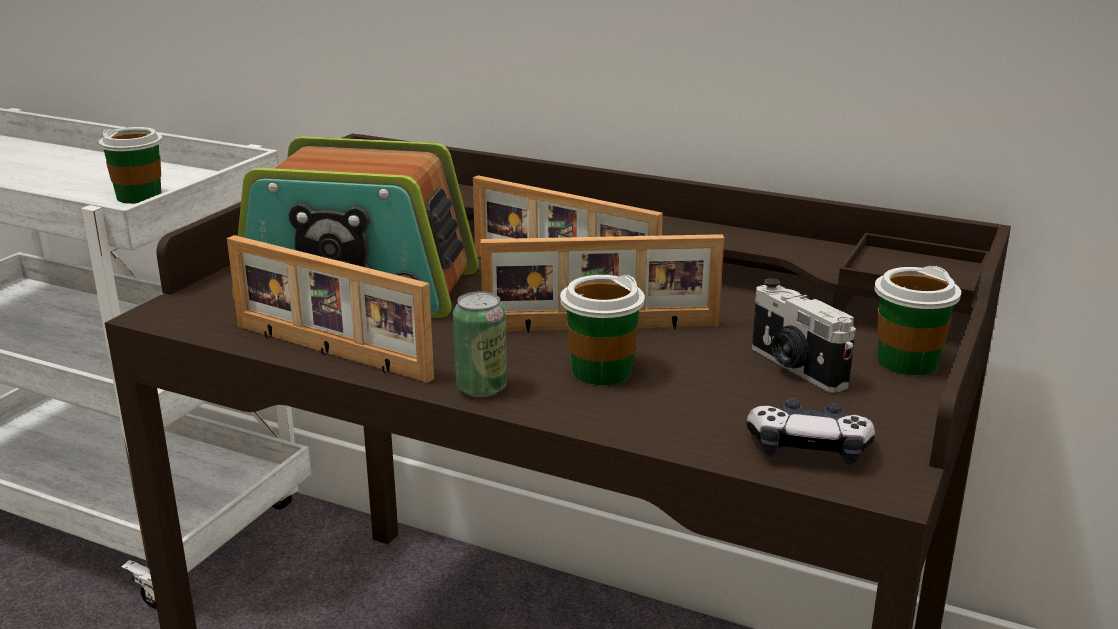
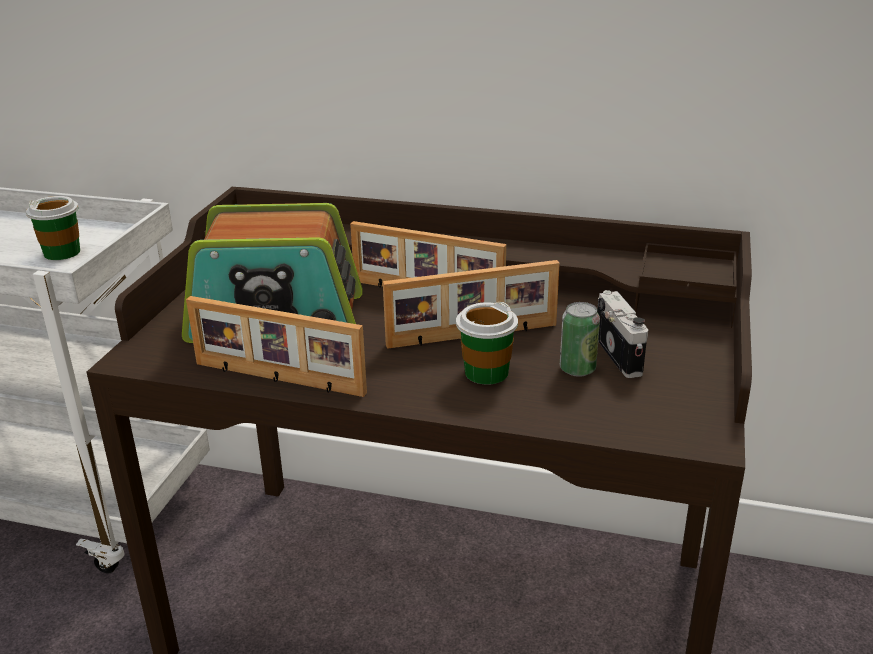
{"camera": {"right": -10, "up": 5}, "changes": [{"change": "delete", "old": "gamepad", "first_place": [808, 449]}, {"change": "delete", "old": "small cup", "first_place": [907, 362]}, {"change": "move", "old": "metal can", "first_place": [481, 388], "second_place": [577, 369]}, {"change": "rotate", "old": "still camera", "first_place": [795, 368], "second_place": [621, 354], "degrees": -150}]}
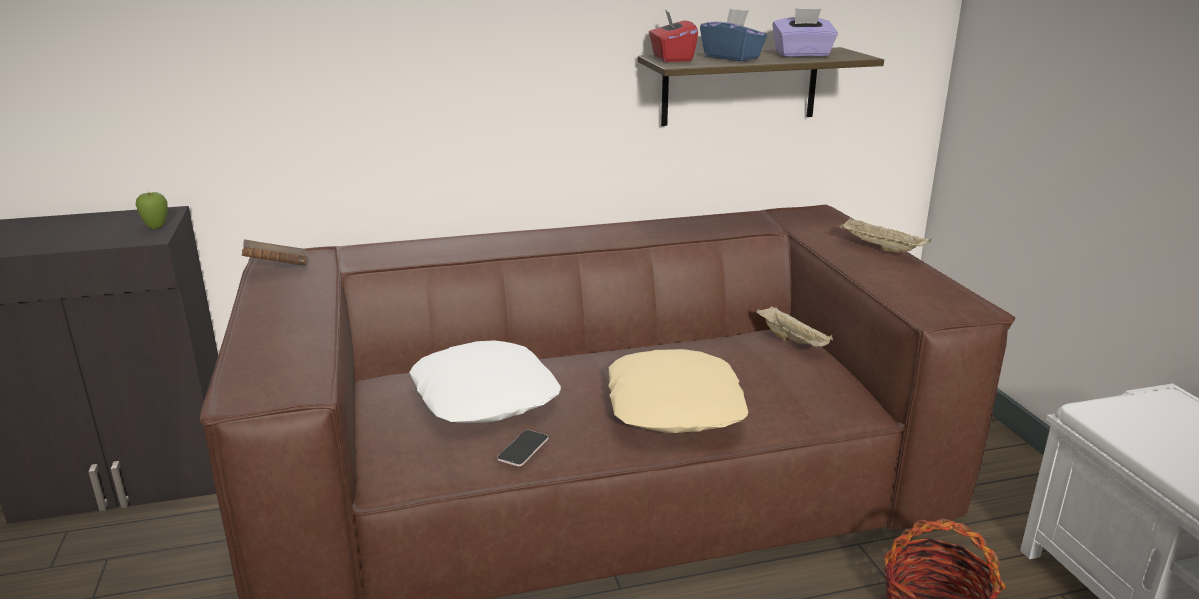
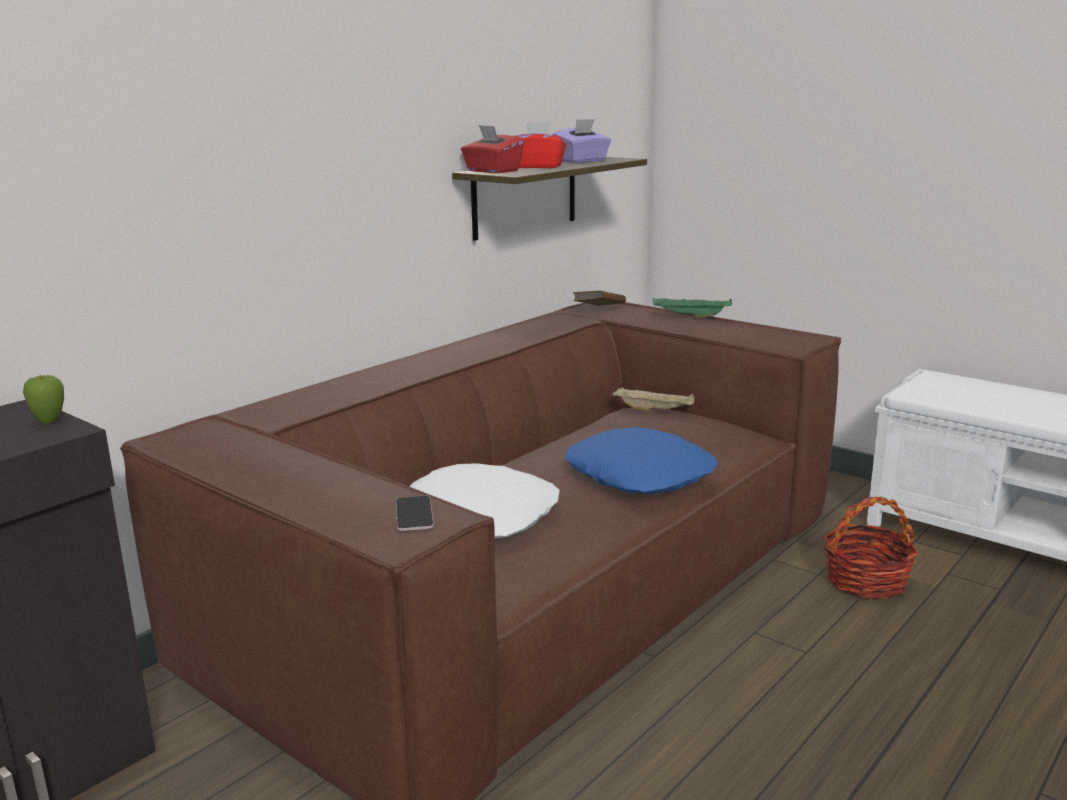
{"camera": {"right": -35, "up": -5}, "changes": [{"change": "move", "old": "brownish volume", "first_place": [277, 268], "second_place": [599, 311]}, {"change": "move", "old": "phone", "first_place": [523, 449], "second_place": [414, 514]}, {"change": "recolor", "old": "beige cushion", "new": "bluish cushion", "first_place": [676, 405], "second_place": [640, 475]}, {"change": "recolor", "old": "bluish tissue box", "new": "red tissue box", "first_place": [732, 57], "second_place": [537, 167]}, {"change": "recolor", "old": "beige tray", "new": "green-coloured tray", "first_place": [880, 248], "second_place": [690, 317]}]}
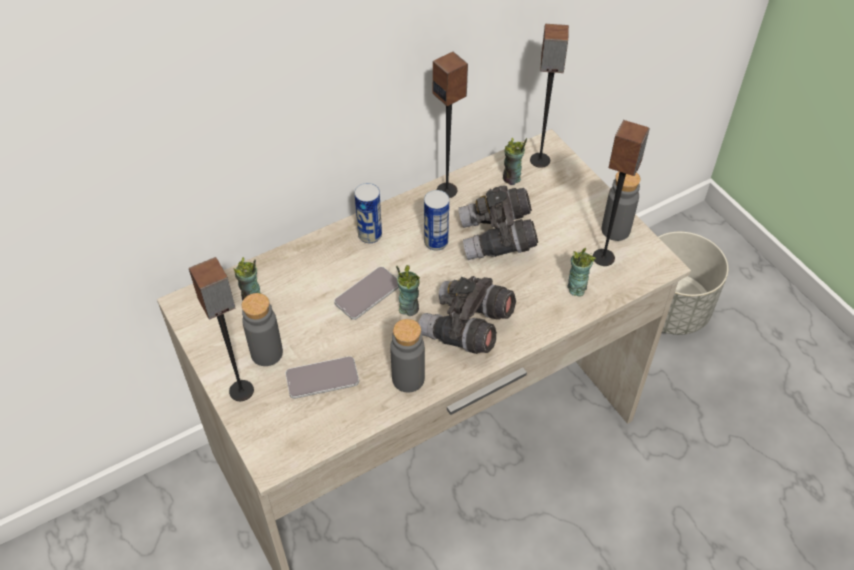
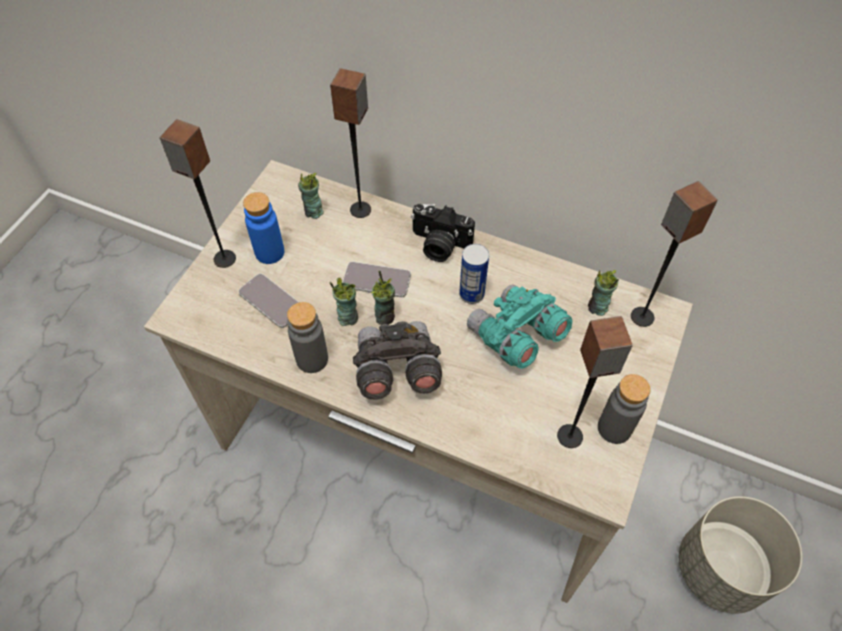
{"camera": {"right": 55, "up": 5}, "changes": [{"change": "move", "old": "audio speaker", "first_place": [447, 190], "second_place": [361, 210]}, {"change": "move", "old": "small cup", "first_place": [576, 288], "second_place": [347, 317]}, {"change": "replace", "old": "metal can", "new": "still camera", "first_place": [370, 235], "second_place": [439, 245]}, {"change": "recolor", "old": "gray beverage bottle", "new": "bluish beverage bottle", "first_place": [267, 353], "second_place": [269, 252]}, {"change": "recolor", "old": "gray pair of binoculars", "new": "turquoise pair of binoculars", "first_place": [497, 238], "second_place": [515, 337]}]}
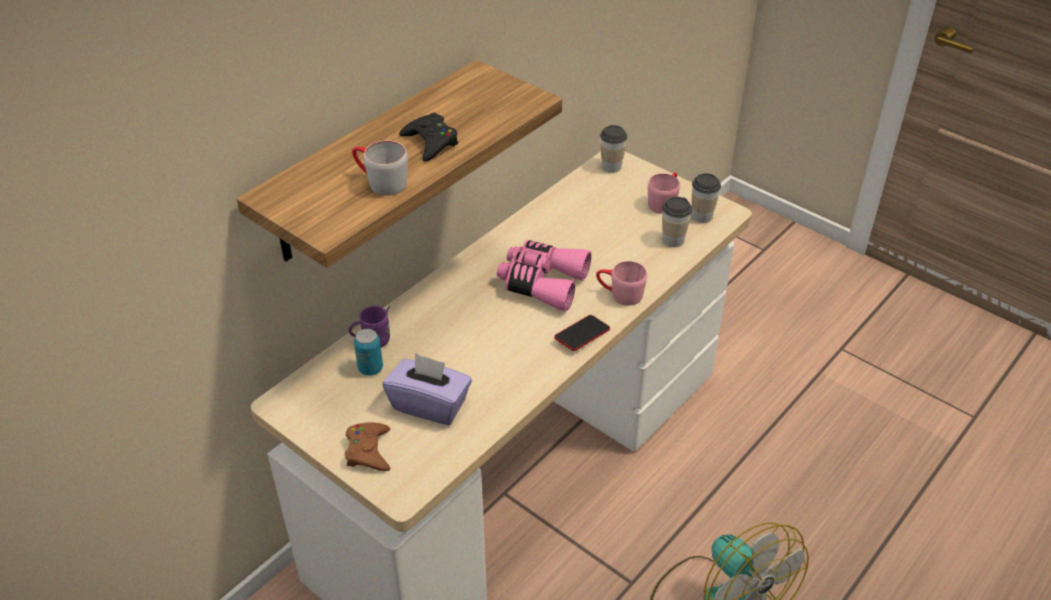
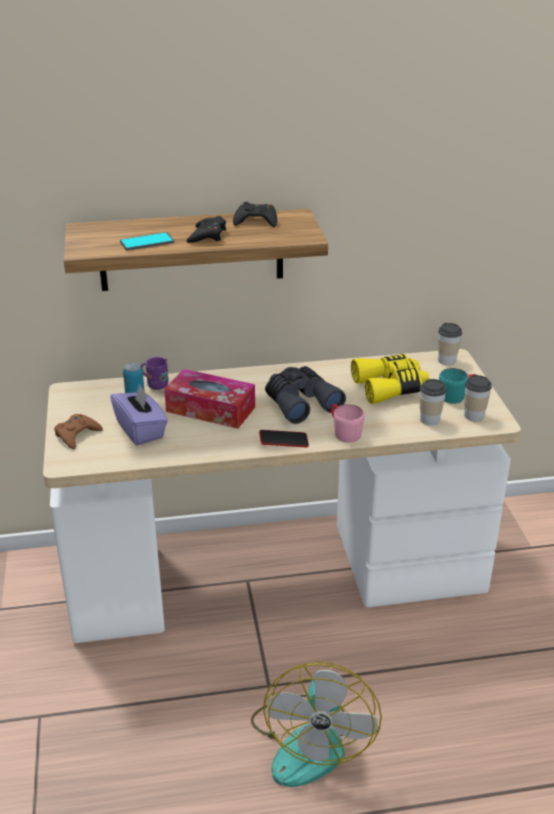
{"camera": {"right": 40, "up": -10}, "changes": [{"change": "insert", "new": "tissue box", "second_place": [210, 409]}, {"change": "insert", "new": "black gamepad", "second_place": [256, 221]}, {"change": "insert", "new": "yellowish pair of binoculars", "second_place": [390, 387]}, {"change": "replace", "old": "gray coffee mug", "new": "phone", "first_place": [380, 182], "second_place": [147, 242]}, {"change": "recolor", "old": "pink pair of binoculars", "new": "gray pair of binoculars", "first_place": [542, 282], "second_place": [300, 402]}, {"change": "recolor", "old": "pink coffee mug", "new": "turquoise coffee mug", "first_place": [664, 201], "second_place": [457, 395]}]}
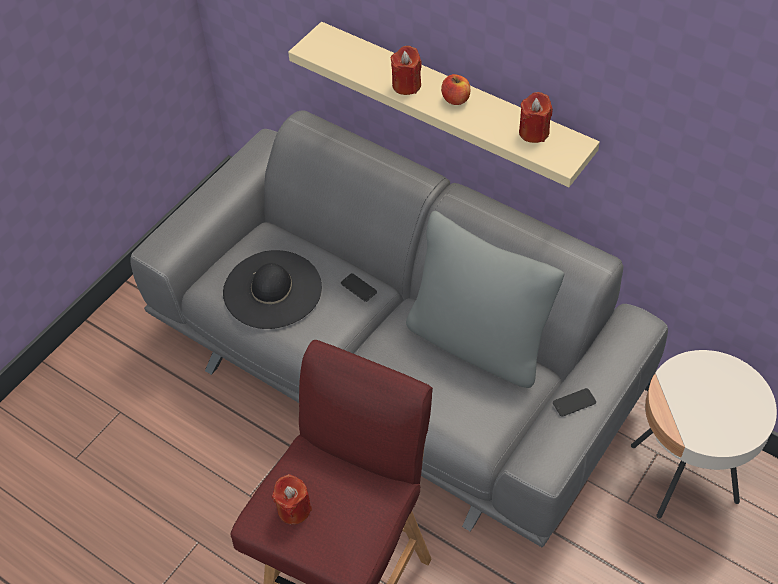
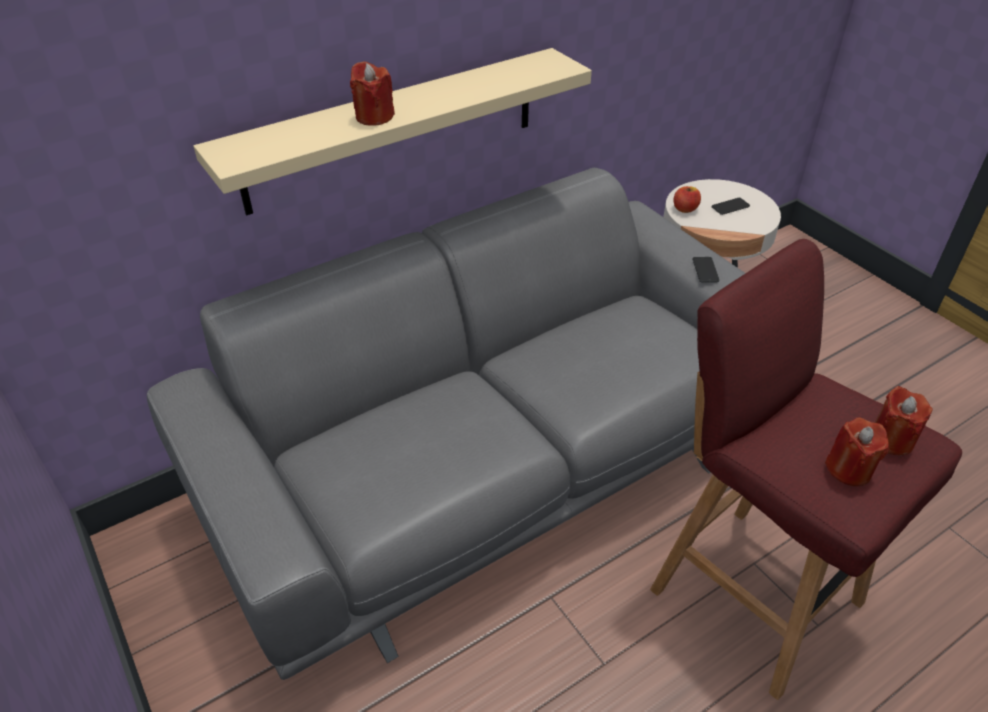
{"camera": {"right": -70, "up": -10}, "changes": [{"change": "delete", "old": "black hat", "first_place": [272, 289]}, {"change": "delete", "old": "gray cushion", "first_place": [478, 342]}, {"change": "move", "old": "phone", "first_place": [358, 288], "second_place": [730, 207]}, {"change": "move", "old": "apple fruit", "first_place": [455, 99], "second_place": [685, 209]}, {"change": "move", "old": "red wax light", "first_place": [534, 132], "second_place": [891, 439]}]}
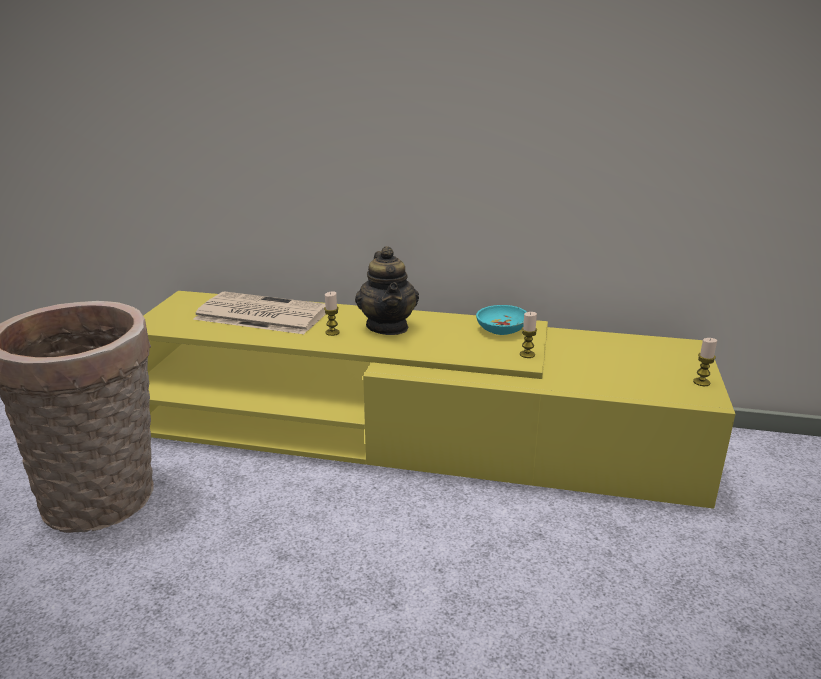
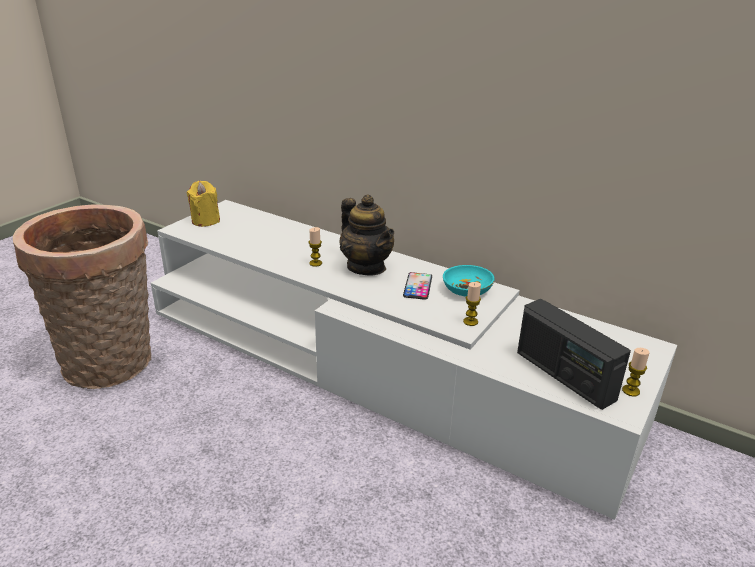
{"camera": {"right": 20, "up": 5}, "changes": [{"change": "delete", "old": "newspaper", "first_place": [260, 314]}, {"change": "insert", "new": "yellowish wax light", "second_place": [205, 220]}, {"change": "insert", "new": "phone", "second_place": [418, 286]}, {"change": "insert", "new": "radio receiver", "second_place": [564, 376]}, {"change": "recolor", "old": "yellowish tv unit", "new": "white tv unit", "first_place": [410, 433], "second_place": [375, 366]}, {"change": "rotate", "old": "pot for tea", "first_place": [388, 327], "second_place": [366, 267], "degrees": -45}]}
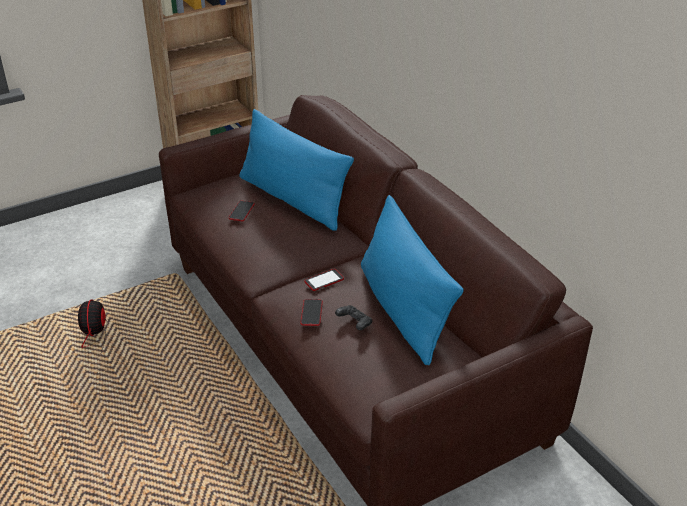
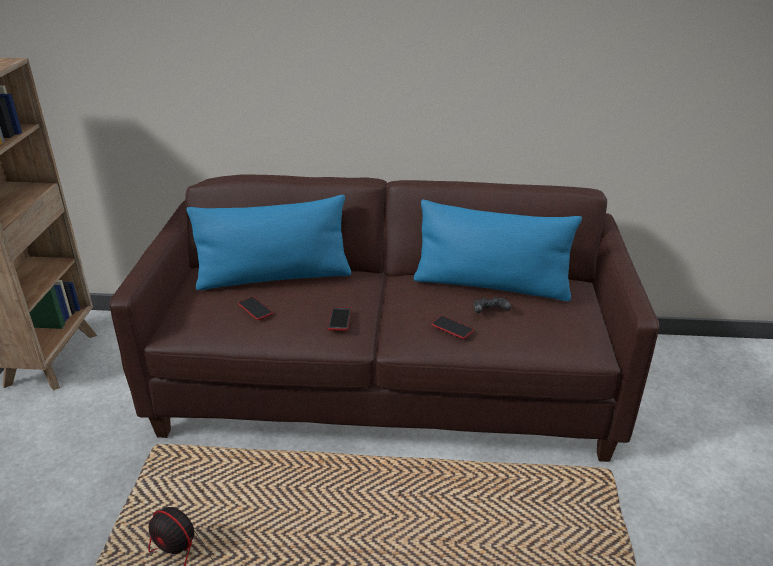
{"camera": {"right": -55, "up": -5}, "changes": [{"change": "move", "old": "phone", "first_place": [324, 280], "second_place": [339, 319]}]}
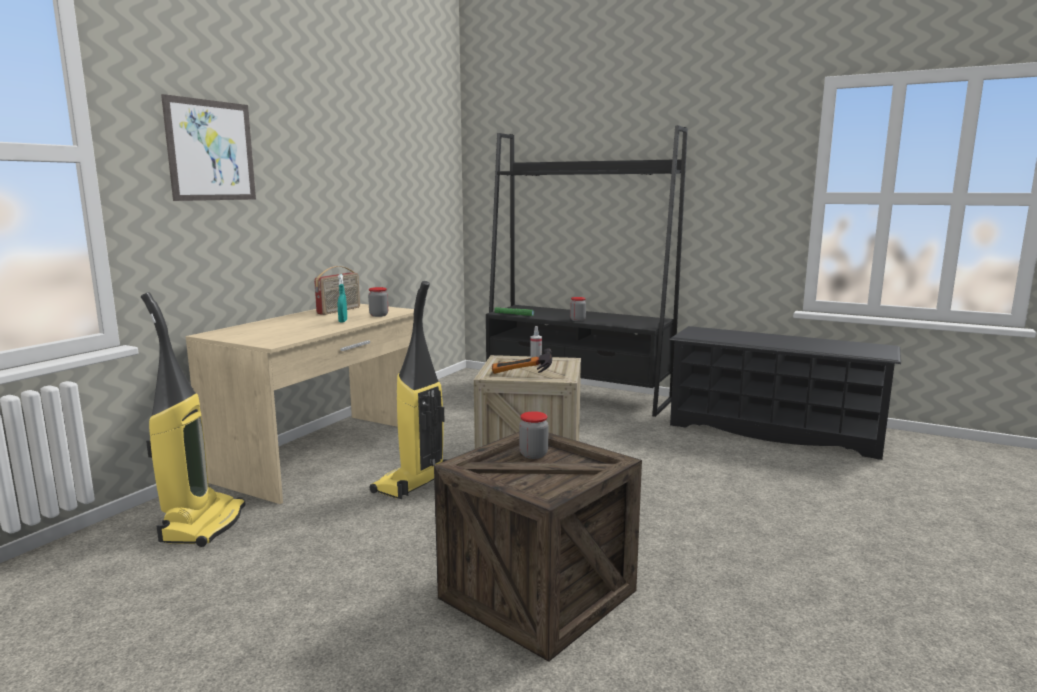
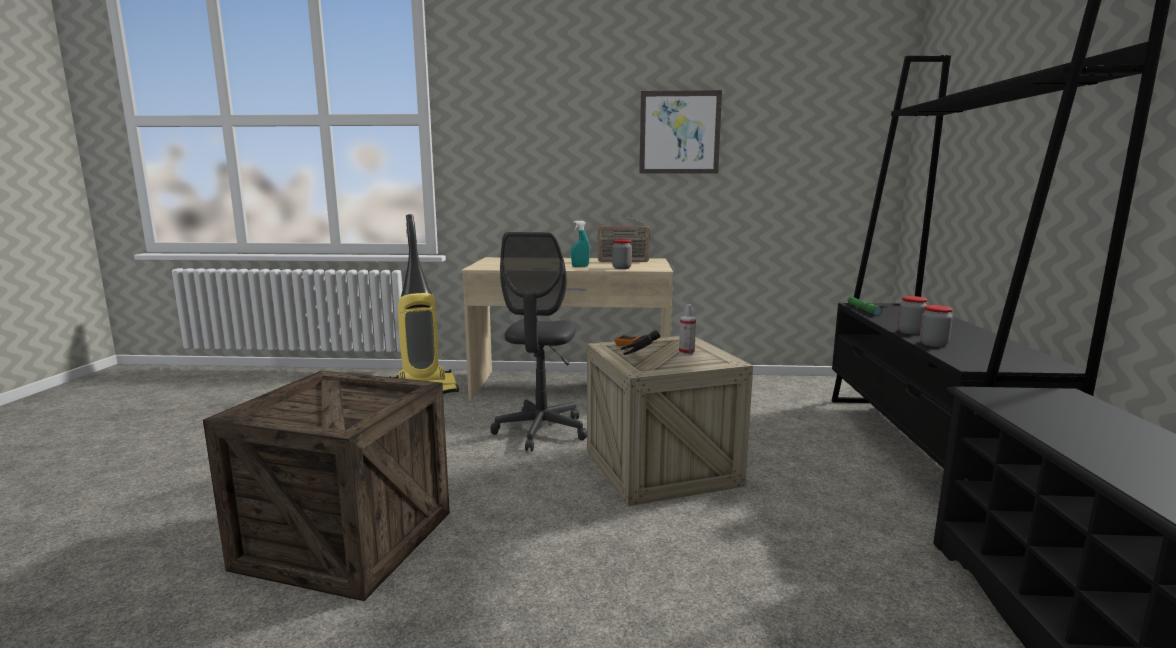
{"camera": {"right": 65, "up": 0}, "changes": [{"change": "move", "old": "wall art", "first_place": [211, 150], "second_place": [679, 132]}, {"change": "move", "old": "preserve jar", "first_place": [533, 454], "second_place": [933, 344]}, {"change": "replace", "old": "hoover", "new": "gray desk chair", "first_place": [412, 484], "second_place": [541, 431]}]}
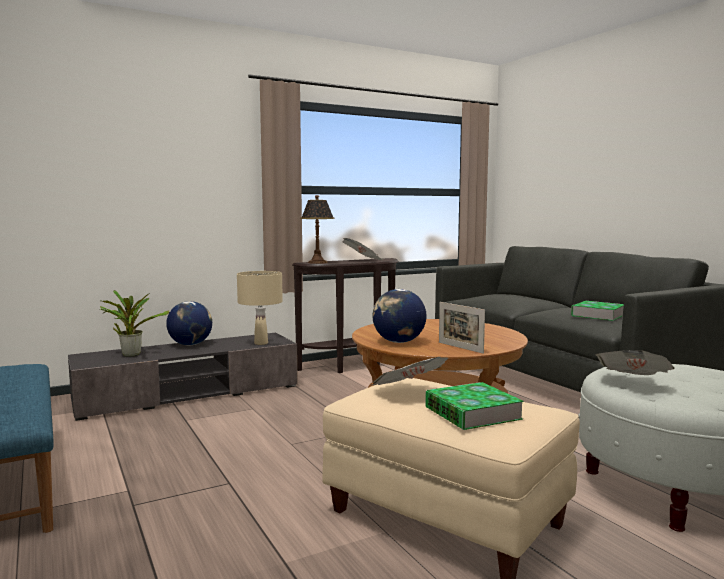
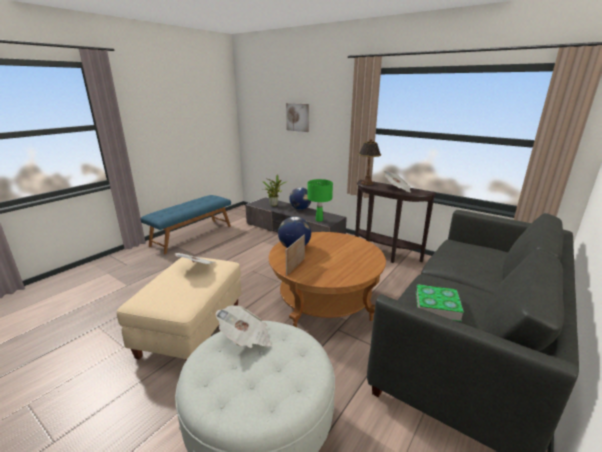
{"camera": {"right": 65, "up": 15}, "changes": [{"change": "delete", "old": "volume", "first_place": [472, 413]}, {"change": "insert", "new": "wall art", "second_place": [298, 117]}, {"change": "recolor", "old": "beige tabletop lamp", "new": "green-coloured tabletop lamp", "first_place": [261, 343], "second_place": [319, 220]}]}
